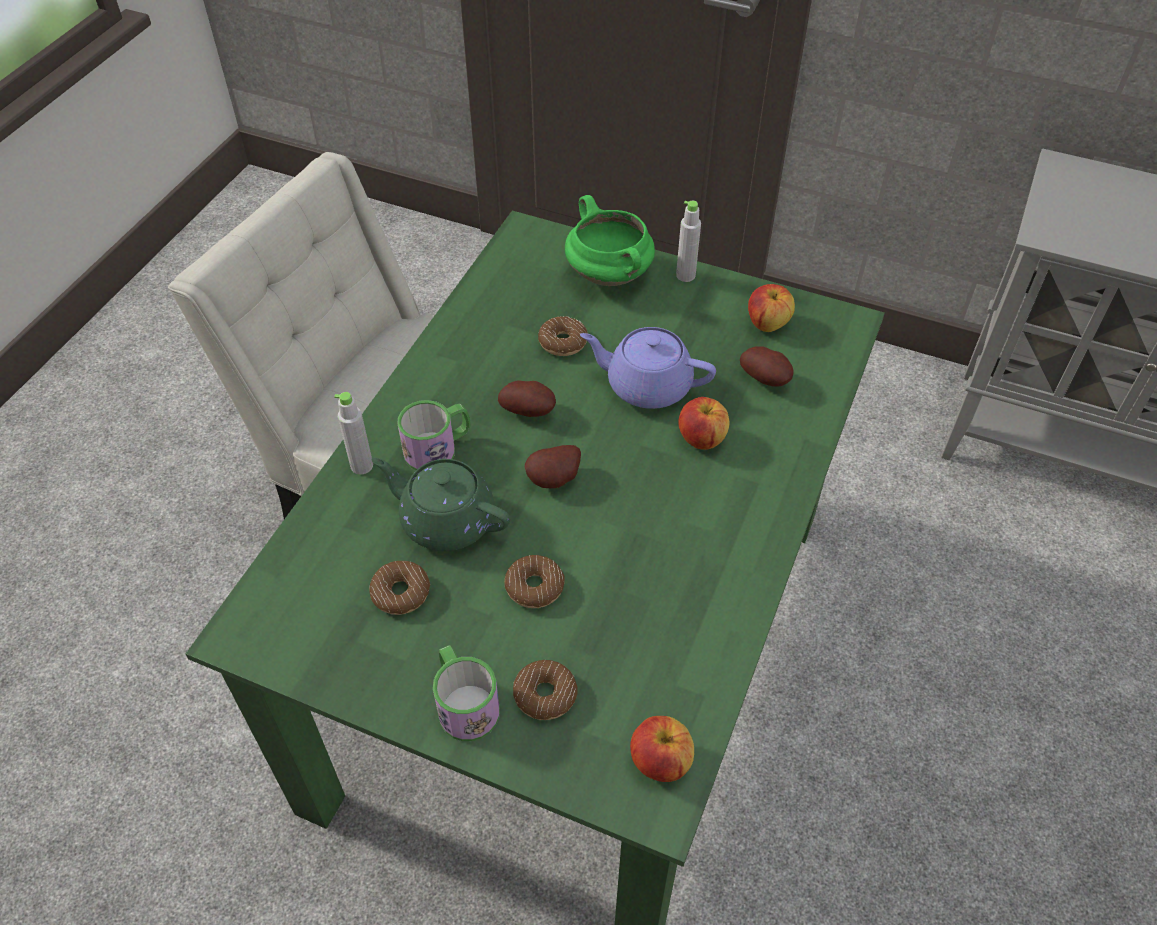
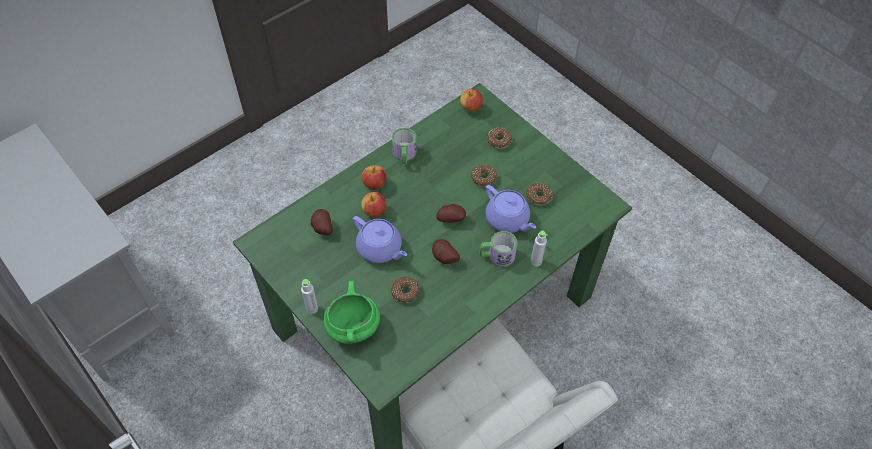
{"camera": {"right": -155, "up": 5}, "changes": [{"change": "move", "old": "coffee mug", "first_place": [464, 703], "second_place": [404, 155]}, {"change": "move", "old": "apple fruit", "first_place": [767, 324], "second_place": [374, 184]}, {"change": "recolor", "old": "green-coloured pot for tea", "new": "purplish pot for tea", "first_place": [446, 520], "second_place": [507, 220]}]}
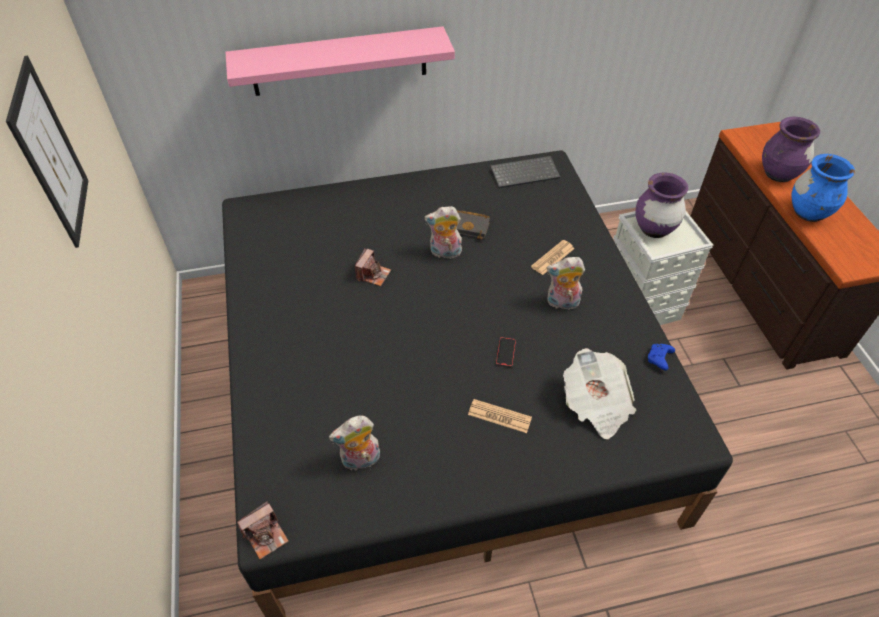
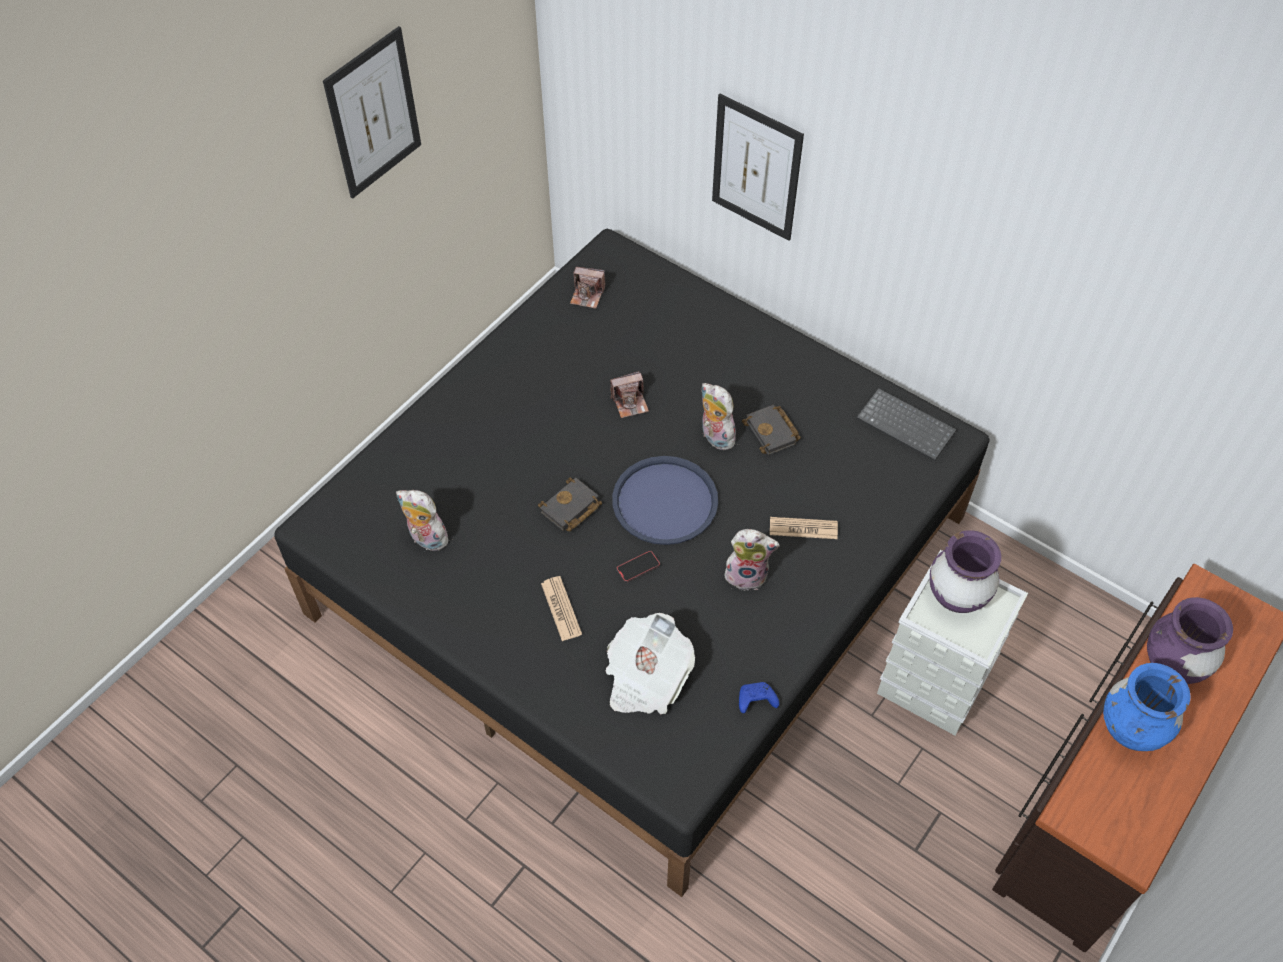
{"camera": {"right": 50, "up": 5}, "changes": [{"change": "insert", "new": "black volume", "second_place": [570, 509]}, {"change": "insert", "new": "bluish tray", "second_place": [664, 501]}, {"change": "move", "old": "still camera", "first_place": [266, 535], "second_place": [587, 295]}, {"change": "replace", "old": "pink bracket shelf", "new": "wall art", "first_place": [339, 61], "second_place": [756, 168]}, {"change": "rotate", "old": "cuddly toy", "first_place": [562, 303], "second_place": [747, 574], "degrees": 135}]}
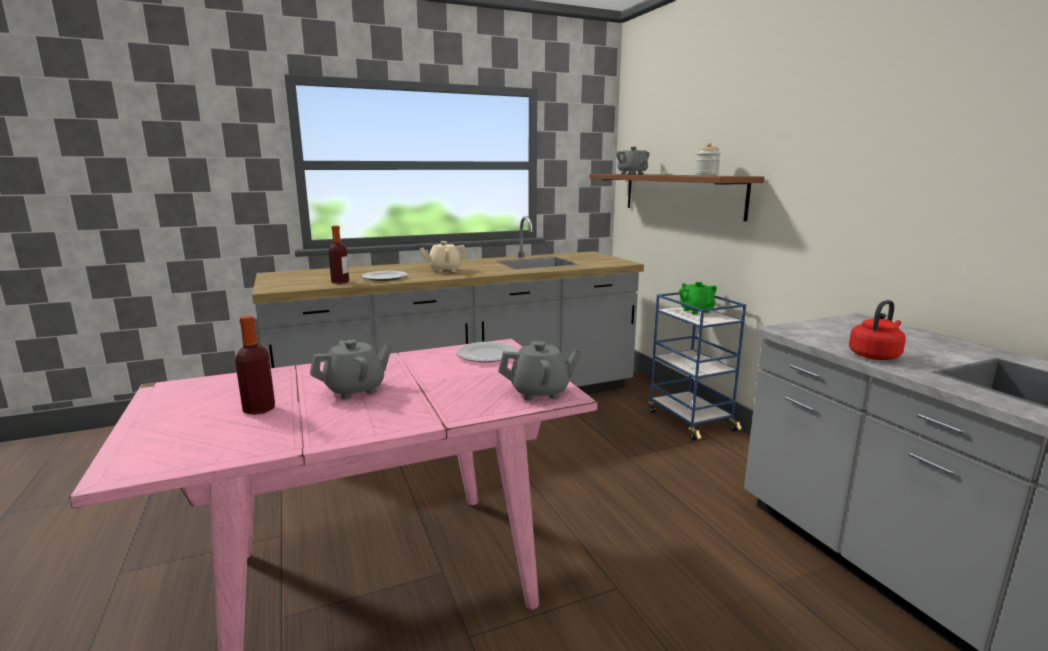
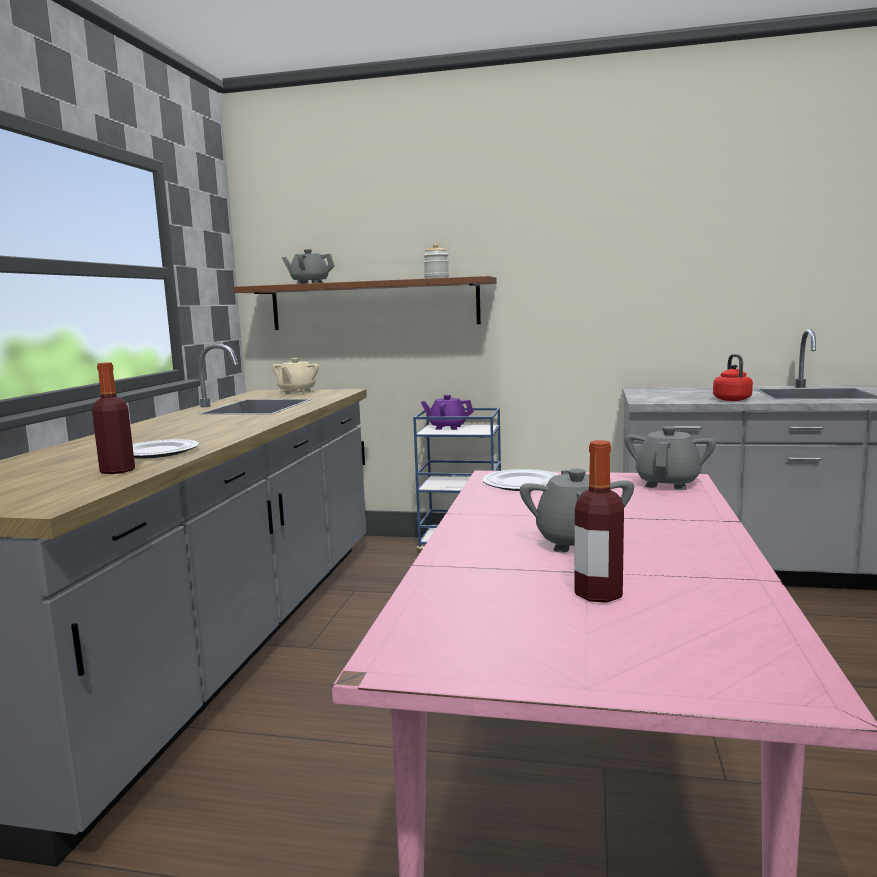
{"camera": {"right": -55, "up": -5}, "changes": [{"change": "move", "old": "beige pot for tea", "first_place": [444, 270], "second_place": [297, 392]}, {"change": "recolor", "old": "green-coloured pot for tea", "new": "purplish pot for tea", "first_place": [696, 311], "second_place": [447, 427]}]}
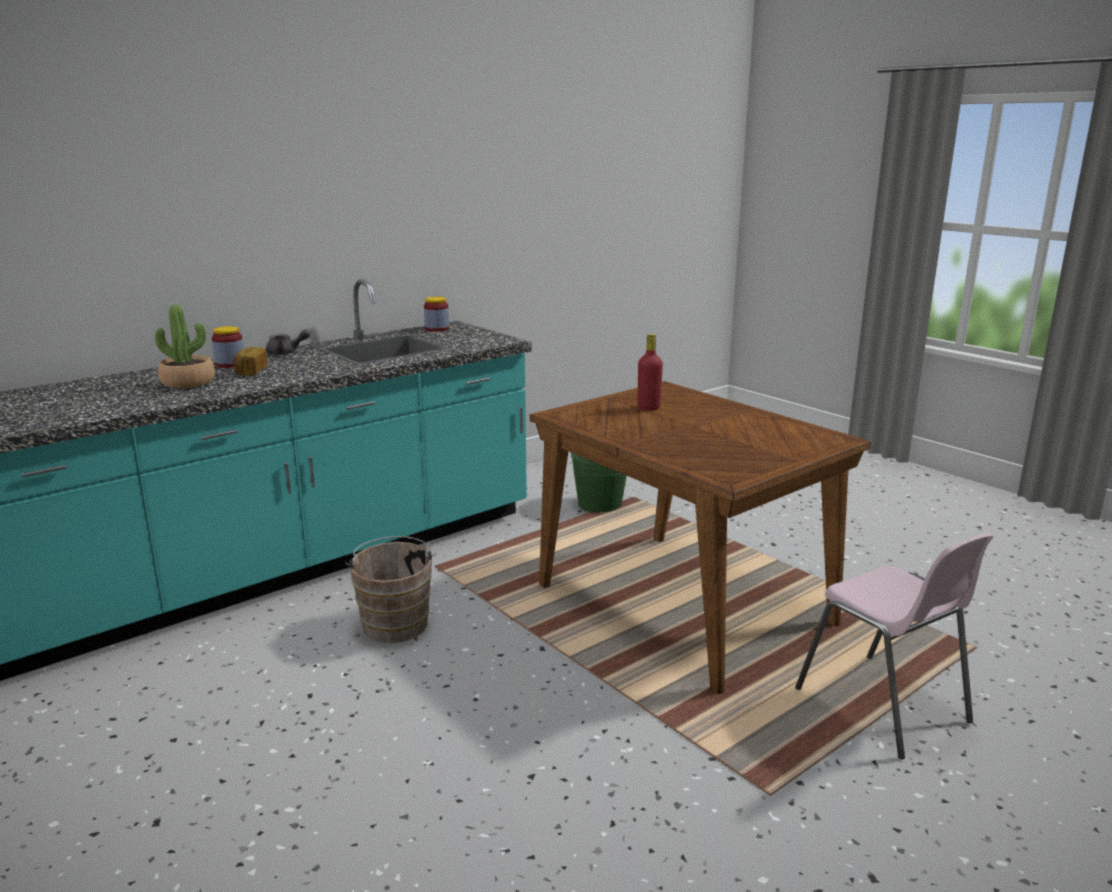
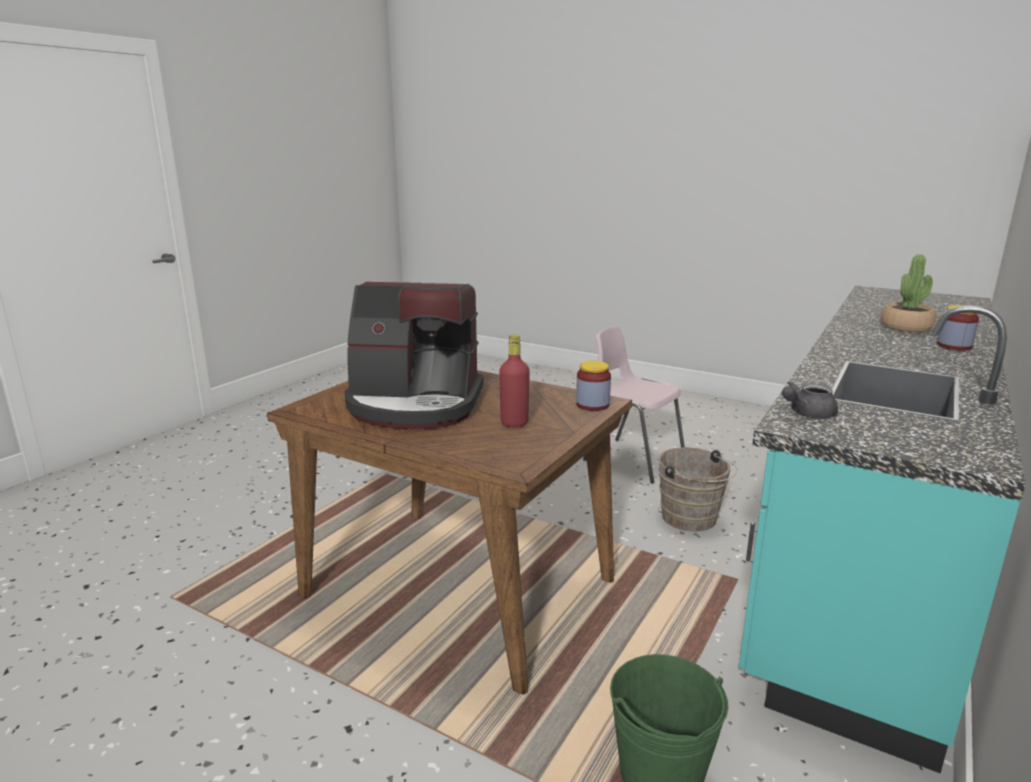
{"camera": {"right": 160, "up": 0}, "changes": [{"change": "delete", "old": "baked bread", "first_place": [250, 371]}, {"change": "insert", "new": "coffee machine", "second_place": [415, 405]}, {"change": "move", "old": "gray pot for tea", "first_place": [286, 353], "second_place": [806, 414]}, {"change": "move", "old": "preserve jar", "first_place": [437, 329], "second_place": [592, 405]}, {"change": "move", "old": "pink chair", "first_place": [883, 706], "second_place": [633, 459]}]}
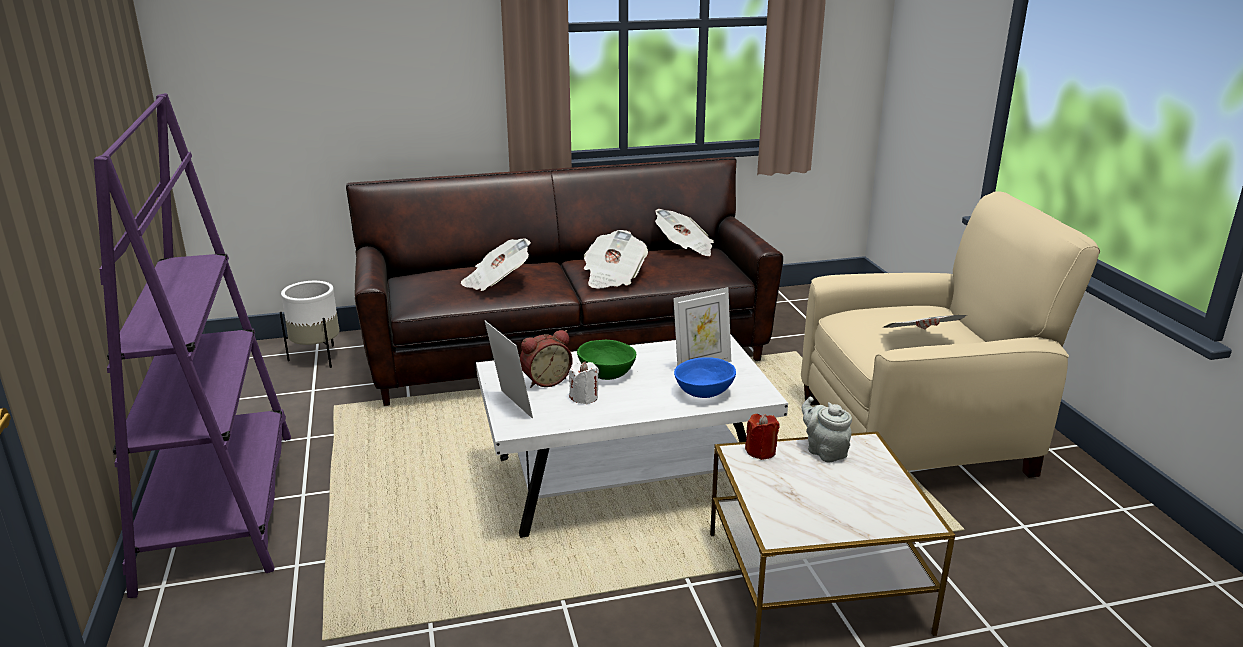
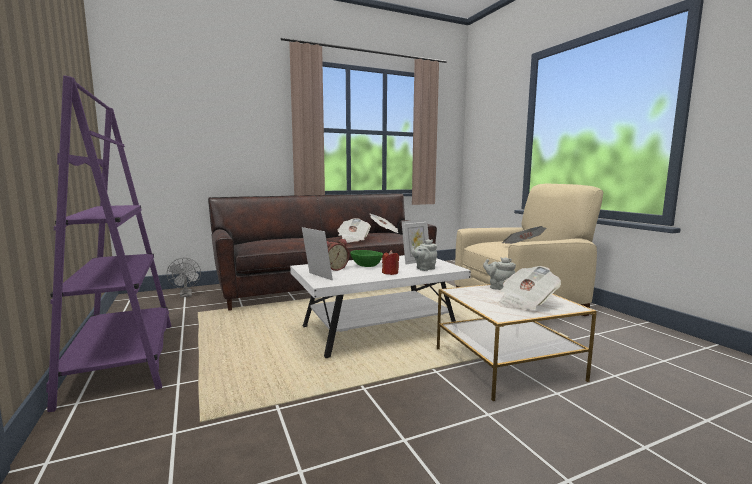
{"camera": {"right": -10, "up": -15}, "changes": [{"change": "delete", "old": "white wax light", "first_place": [584, 397]}, {"change": "move", "old": "newspaper", "first_place": [496, 282], "second_place": [525, 303]}, {"change": "move", "old": "red wax light", "first_place": [761, 451], "second_place": [390, 273]}, {"change": "replace", "old": "white planter", "new": "gray cooling fan", "first_place": [318, 357], "second_place": [186, 295]}, {"change": "replace", "old": "bluish deep dish", "new": "gray pot for tea", "first_place": [705, 392], "second_place": [424, 268]}]}
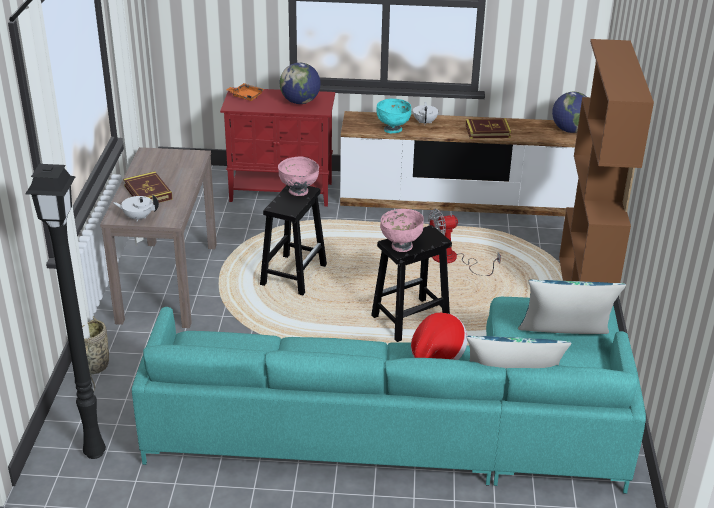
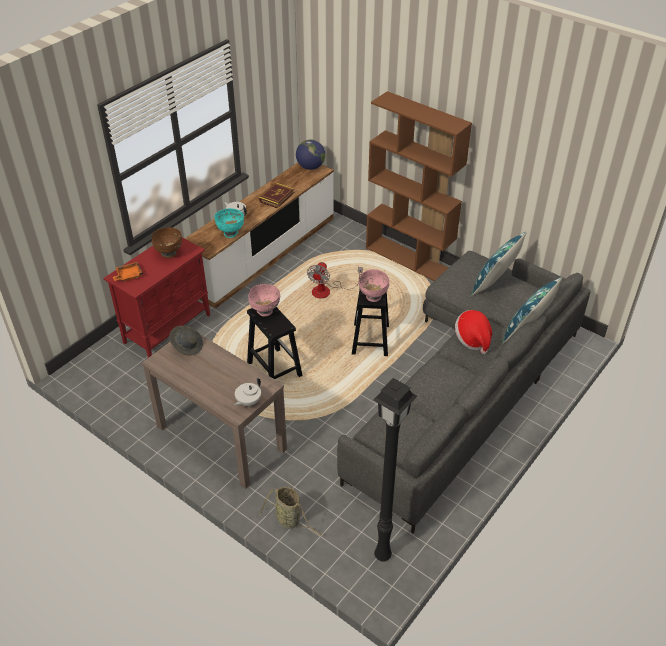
{"camera": {"right": -55, "up": 10}, "changes": [{"change": "delete", "old": "volume", "first_place": [148, 192]}, {"change": "insert", "new": "gray hat", "second_place": [187, 346]}, {"change": "replace", "old": "globe", "new": "brownish deep dish", "first_place": [300, 102], "second_place": [169, 254]}, {"change": "recolor", "old": "turquoise settee", "new": "gray settee", "first_place": [413, 423], "second_place": [466, 387]}]}
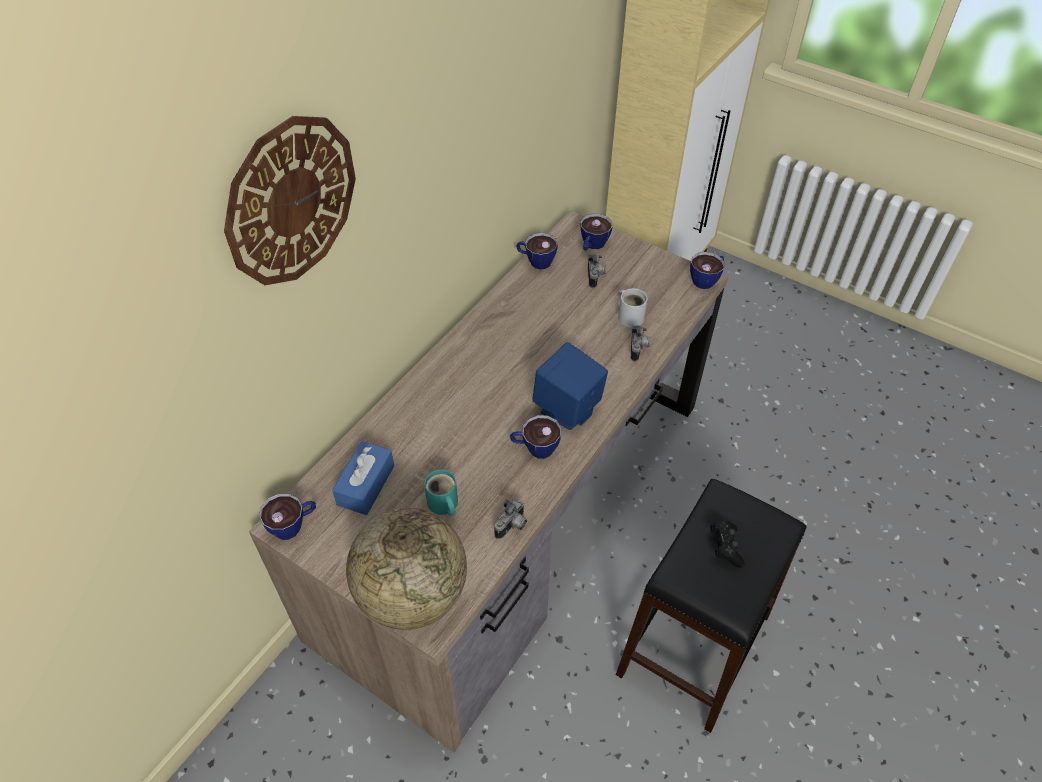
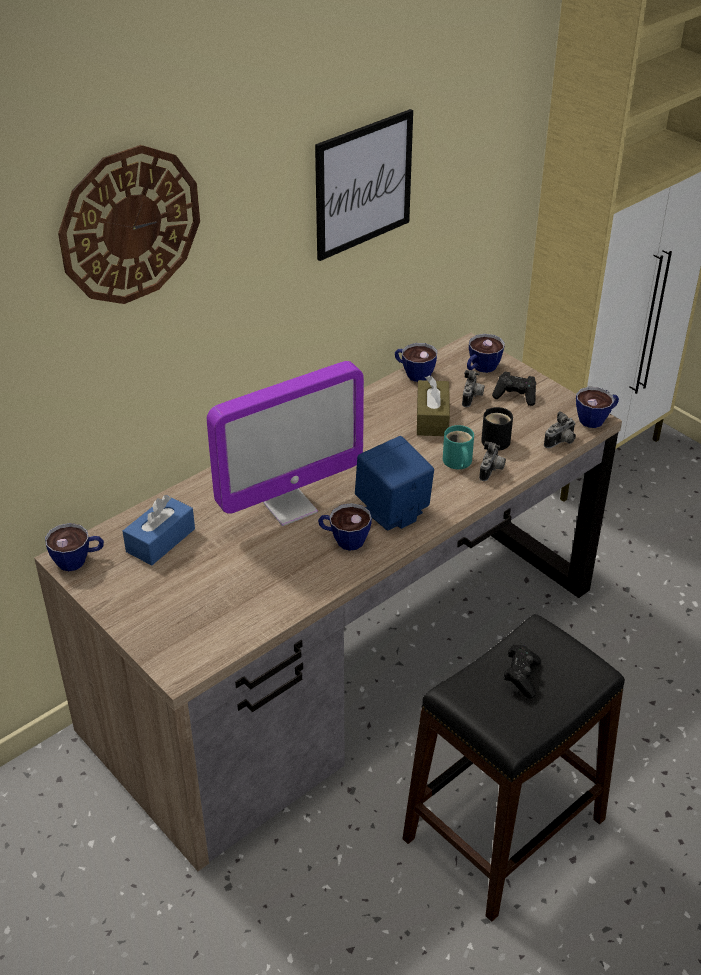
{"camera": {"right": 15, "up": -10}, "changes": [{"change": "delete", "old": "globe", "first_place": [412, 594]}, {"change": "insert", "new": "computer display", "second_place": [289, 507]}, {"change": "insert", "new": "wall art", "second_place": [363, 184]}, {"change": "insert", "new": "brownish tissue box", "second_place": [432, 418]}, {"change": "insert", "new": "black gamepad", "second_place": [515, 396]}, {"change": "move", "old": "turquoise coffee mug", "first_place": [443, 504], "second_place": [457, 462]}, {"change": "move", "old": "still camera", "first_place": [512, 526], "second_place": [561, 442]}, {"change": "recolor", "old": "white coffee mug", "new": "black coffee mug", "first_place": [630, 316], "second_place": [495, 439]}]}
